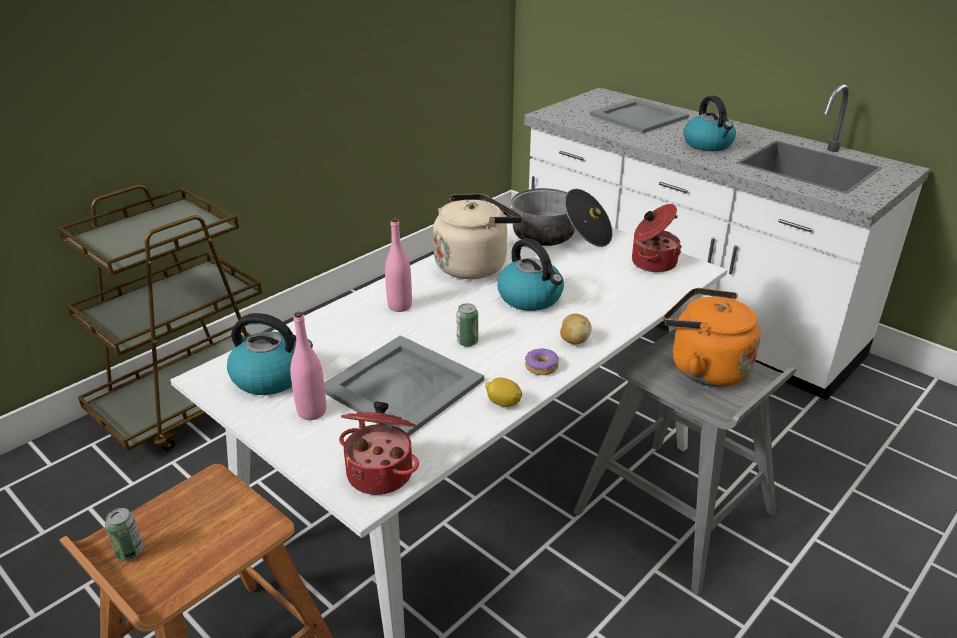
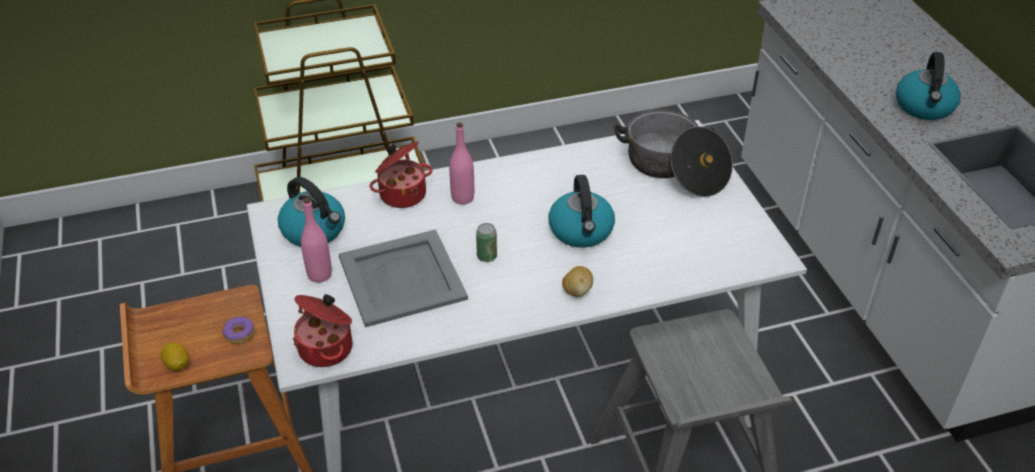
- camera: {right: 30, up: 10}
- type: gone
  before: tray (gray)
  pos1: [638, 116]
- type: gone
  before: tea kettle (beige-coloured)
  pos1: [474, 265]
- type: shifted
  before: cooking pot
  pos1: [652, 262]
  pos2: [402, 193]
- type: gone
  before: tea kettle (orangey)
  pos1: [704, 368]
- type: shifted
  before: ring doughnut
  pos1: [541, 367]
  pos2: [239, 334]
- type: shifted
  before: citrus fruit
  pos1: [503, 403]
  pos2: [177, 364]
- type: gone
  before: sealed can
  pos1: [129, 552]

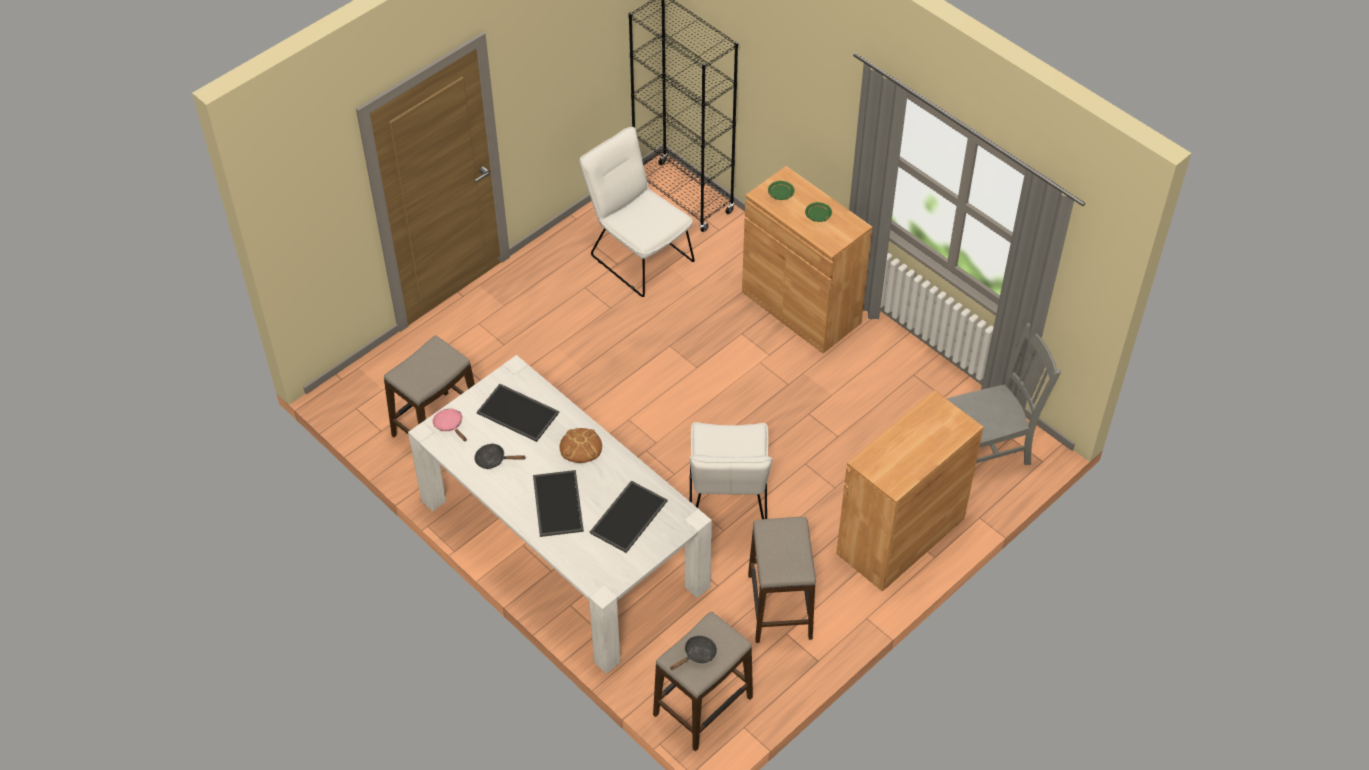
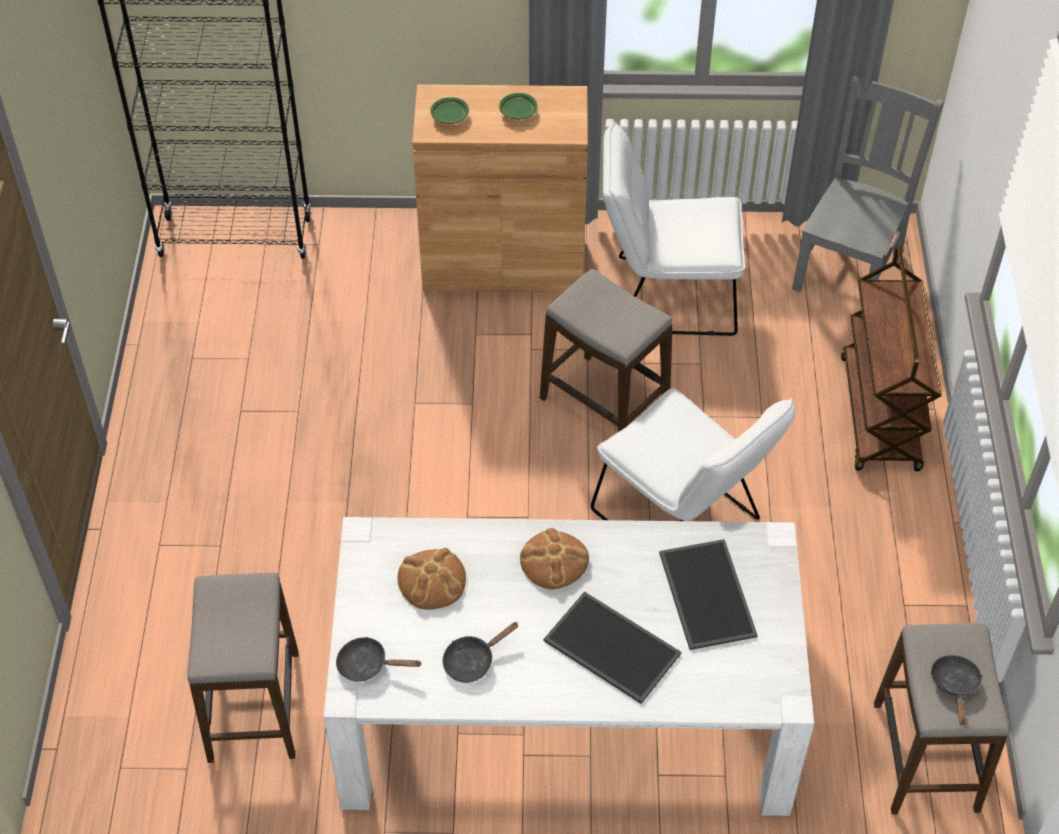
- camera: {right: -45, up: 0}
- type: shifted
  before: plain chair (white)
  pos1: [637, 254]
  pos2: [665, 295]
- type: swapped
  before: tray
  after: baked bread
  pos1: [519, 412]
  pos2: [432, 580]
- type: swapped
  before: cupboard (brown)
  after: cart (brown)
  pos1: [900, 536]
  pos2: [880, 414]
- type: repainted
  before: pan (pink)
  after: pan (blackish)
  pos1: [450, 425]
  pos2: [368, 665]
- type: shifted
  before: stool
  pos1: [780, 606]
  pos2: [604, 403]

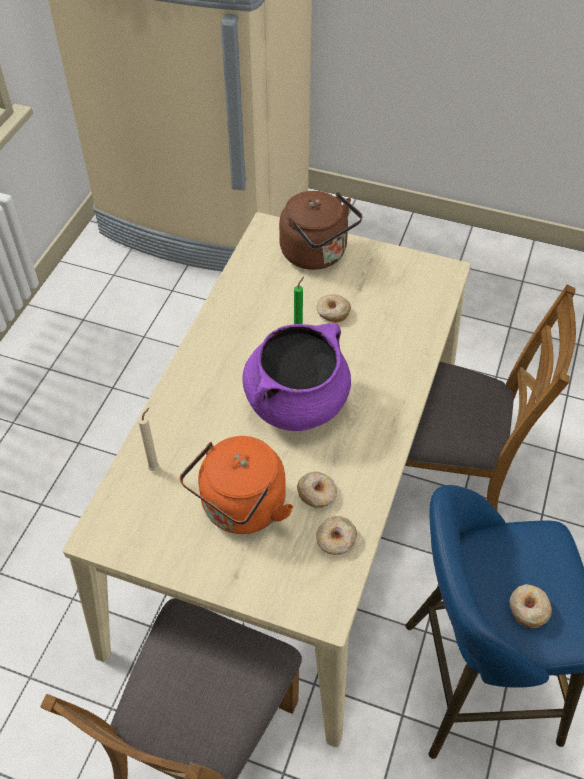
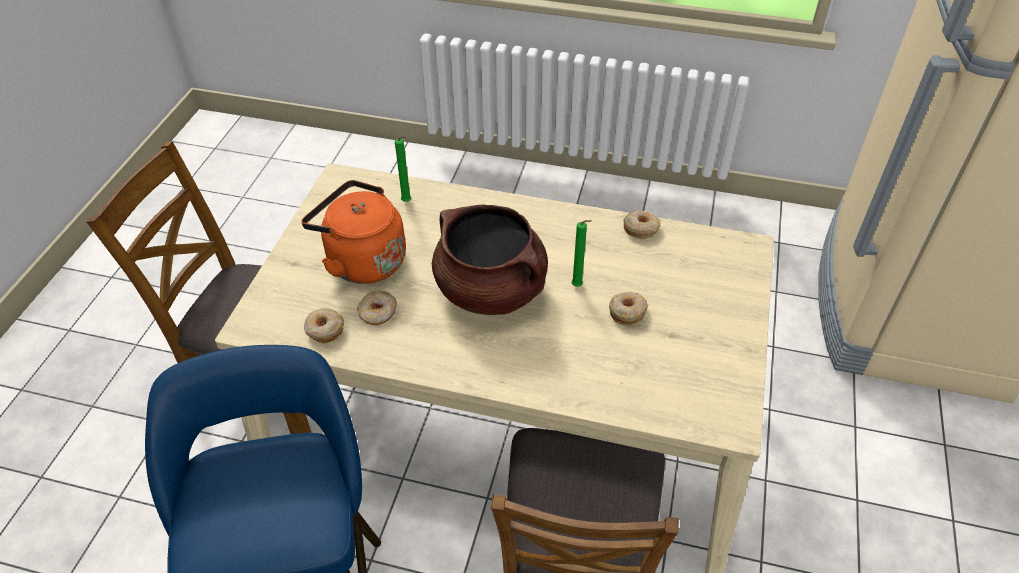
- camera: {right: 85, up: -5}
- type: gone
  before: tea kettle (brown)
  pos1: [317, 254]
- type: repainted
  before: cooking pot (purple)
  after: cooking pot (brown)
  pos1: [297, 402]
  pos2: [491, 290]
- type: repainted
  before: wax candle (beige-coloured)
  after: wax candle (green-coloured)
  pos1: [155, 467]
  pos2: [407, 202]
- type: shifted
  before: ring doughnut
  pos1: [528, 609]
  pos2: [641, 229]

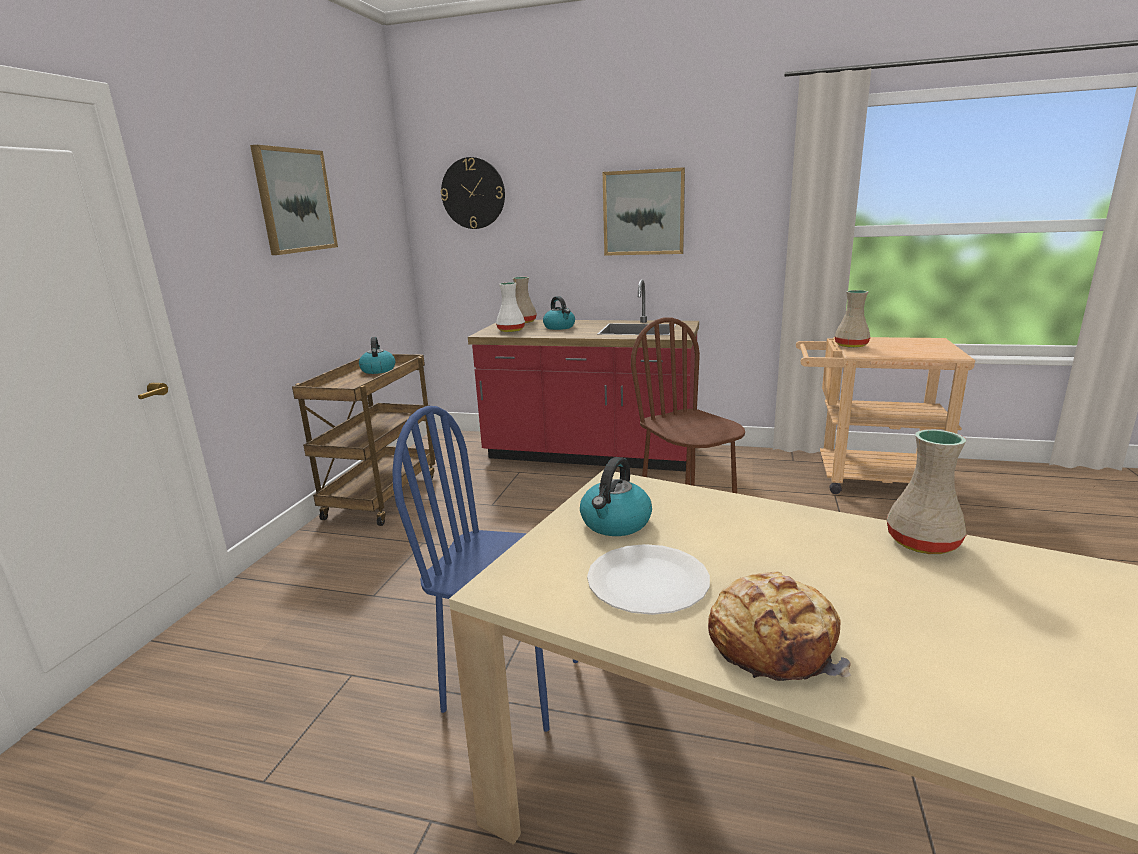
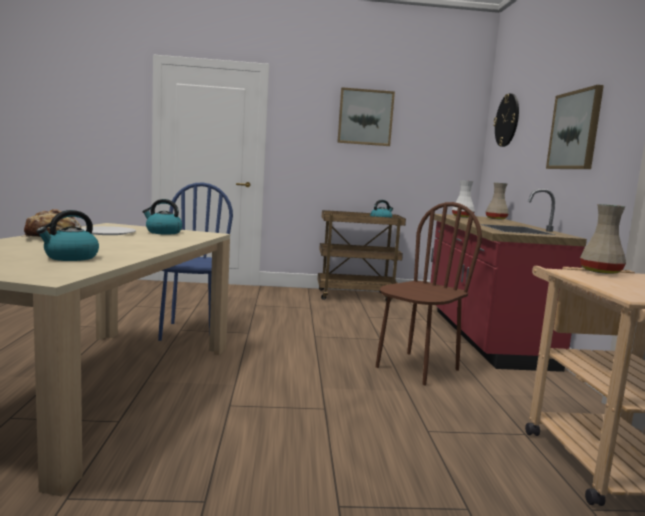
- camera: {right: 70, up: -10}
- type: shifted
  before: tea kettle
  pos1: [559, 327]
  pos2: [70, 257]
- type: gone
  before: vase (beige-coloured)
  pos1: [923, 542]

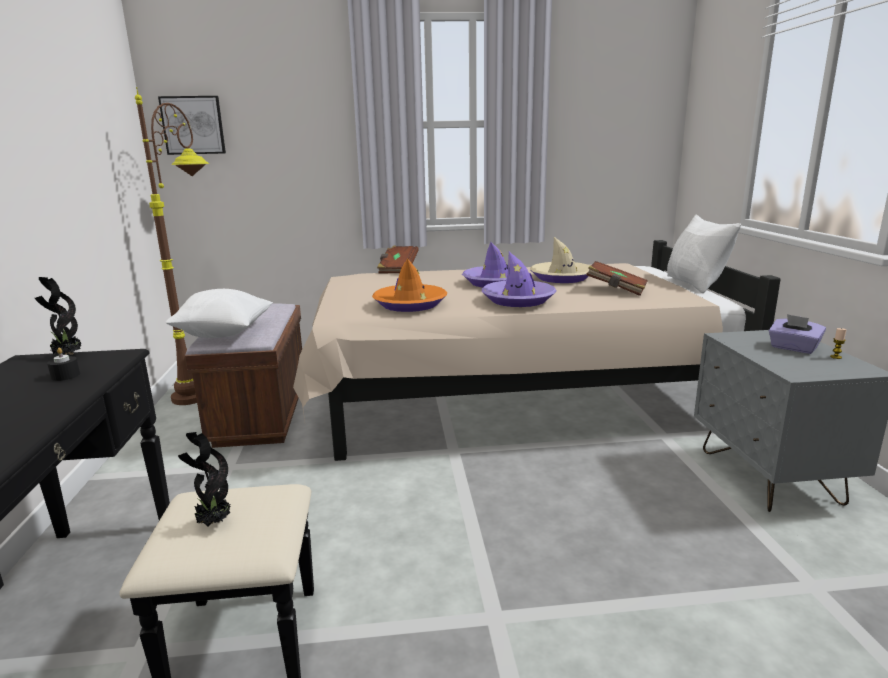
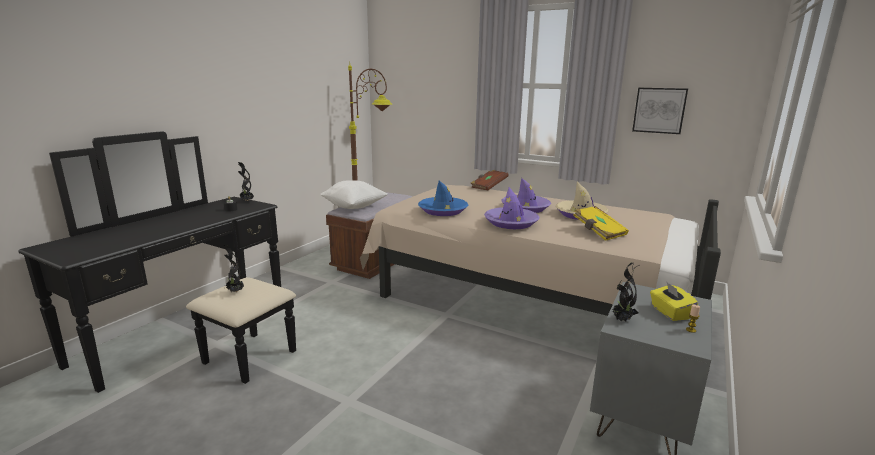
- camera: {right: 35, up: 0}
- type: shifted
  before: wall art
  pos1: [193, 125]
  pos2: [659, 110]
- type: gone
  before: cushion (white)
  pos1: [695, 284]
- type: repainted
  before: wearable hat (orangey)
  after: wearable hat (blue-coloured)
  pos1: [410, 304]
  pos2: [443, 211]
- type: repainted
  before: book (brown)
  after: book (yellow-coloured)
  pos1: [616, 290]
  pos2: [598, 232]
- type: repainted
  before: box of tissues (purple)
  after: box of tissues (yellow-coloured)
  pos1: [793, 348]
  pos2: [670, 313]
- type: new
  after: plant in a pot
  pos2: [622, 320]

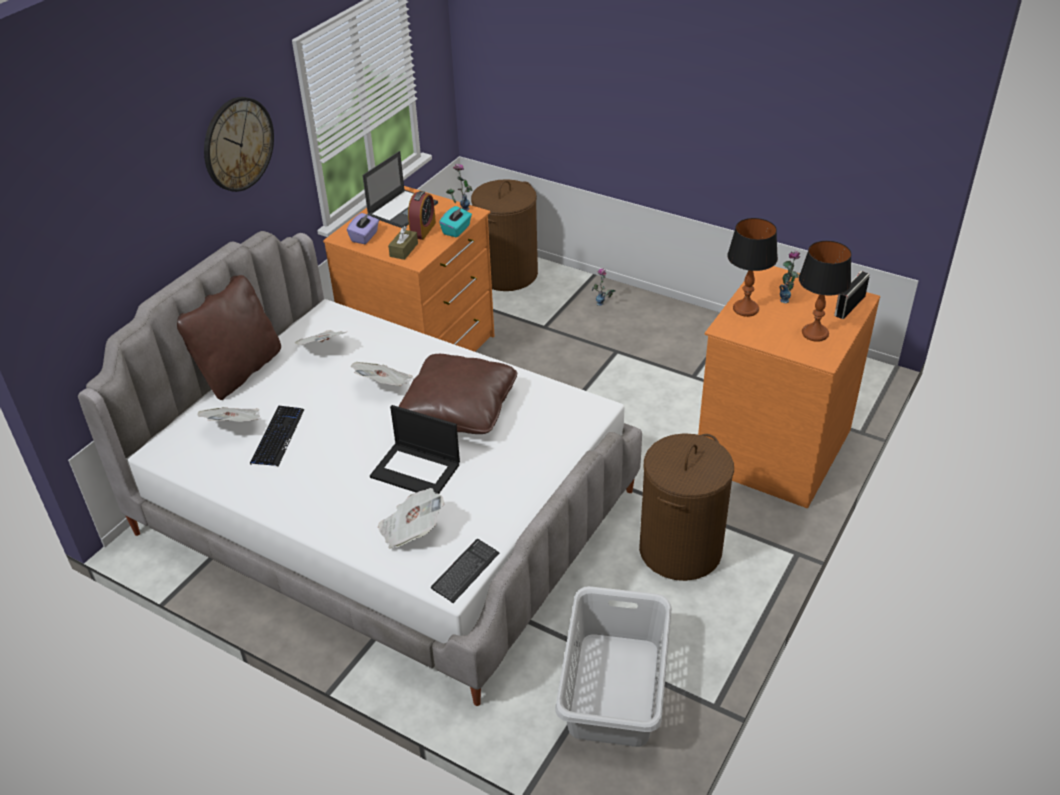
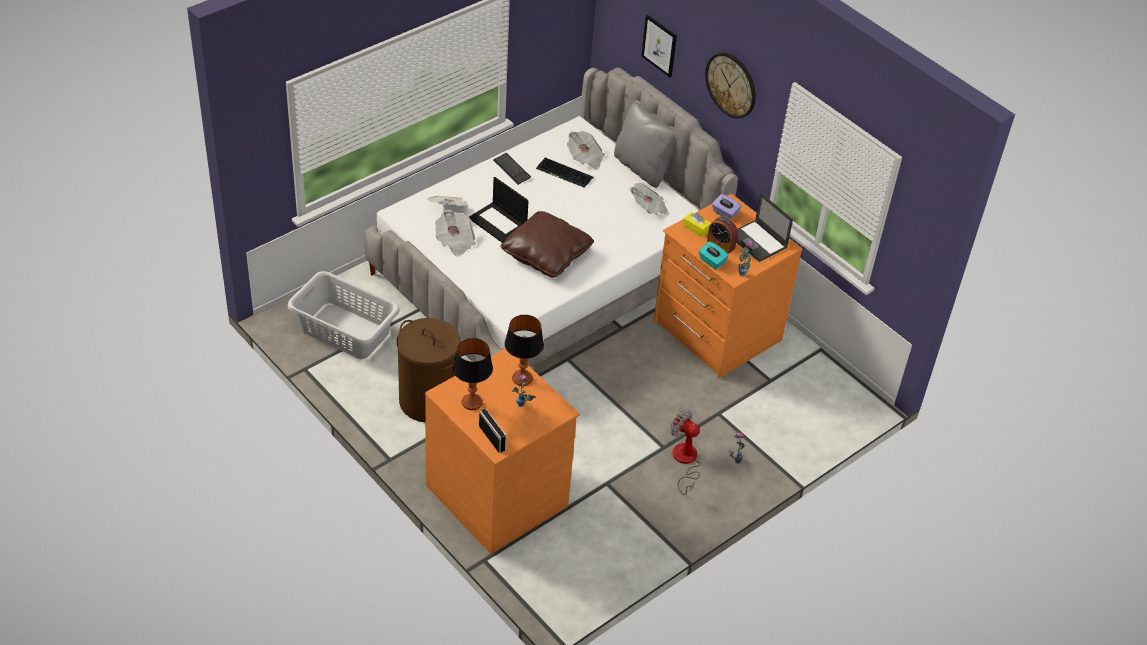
- camera: {right: 105, up: 5}
- type: gone
  before: laundry basket (brown)
  pos1: [507, 274]
- type: repainted
  before: box of tissues (brown)
  after: box of tissues (yellow-coloured)
  pos1: [404, 250]
  pos2: [696, 228]
- type: repainted
  before: cushion (brown)
  after: cushion (gray)
  pos1: [239, 371]
  pos2: [642, 168]
- type: shifted
  before: daily paper
  pos1: [384, 385]
  pos2: [455, 241]
- type: rotated
  before: notebook computer
  pos1: [417, 470]
  pos2: [498, 222]
  turn: -90
- type: shifted
  before: keyboard
  pos1: [465, 571]
  pos2: [512, 169]
- type: new
  after: wall art
  pos2: [659, 45]
- type: new
  after: electric fan
  pos2: [685, 461]

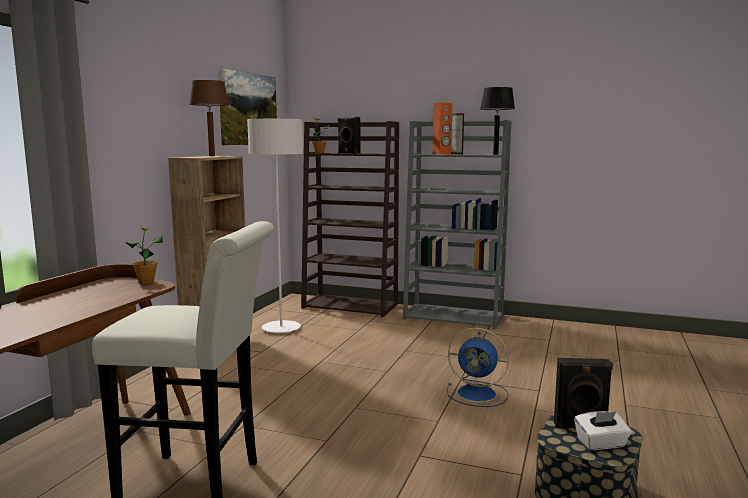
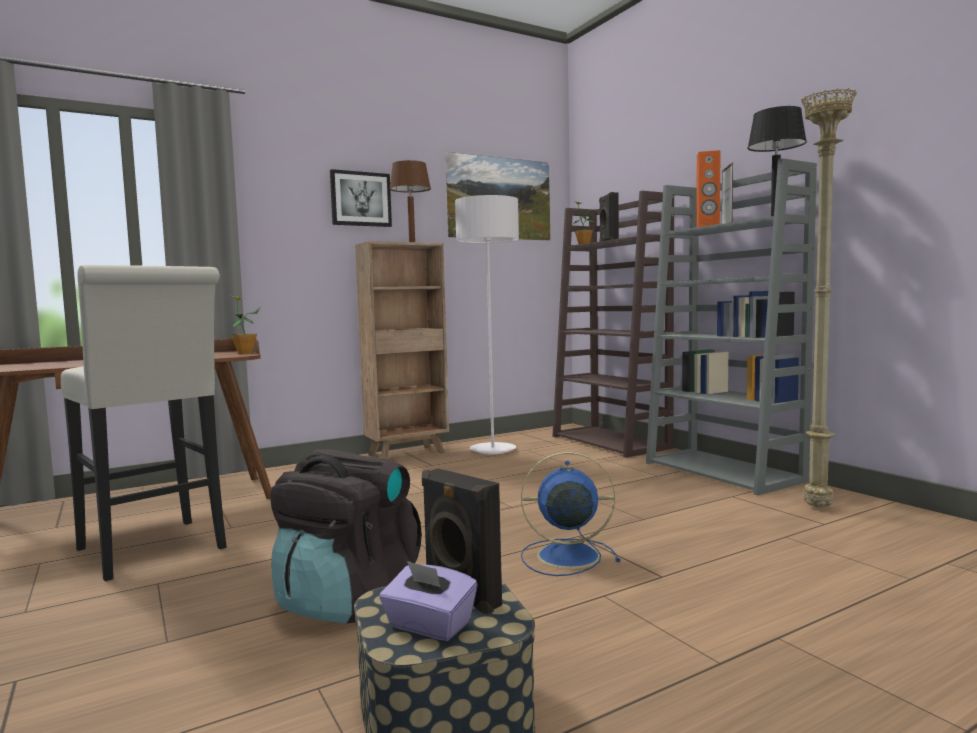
- camera: {right: 40, up: -5}
- type: rotated
  before: electric fan (blue-coloured)
  pos1: [478, 394]
  pos2: [565, 556]
  turn: 120
- type: repainted
  before: box of tissues (white)
  after: box of tissues (purple)
  pos1: [601, 444]
  pos2: [429, 626]
- type: new
  after: standard lamp (beige-coloured)
  pos2: [818, 508]
- type: new
  after: wall art
  pos2: [360, 199]
- type: new
  after: rucksack (blackish)
  pos2: [347, 599]

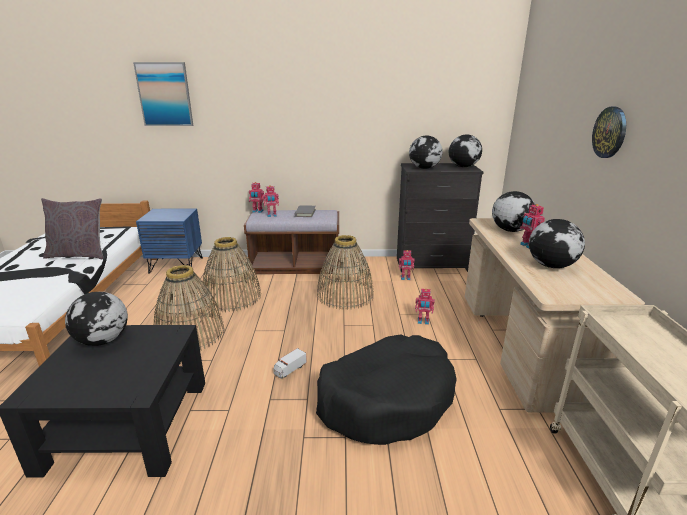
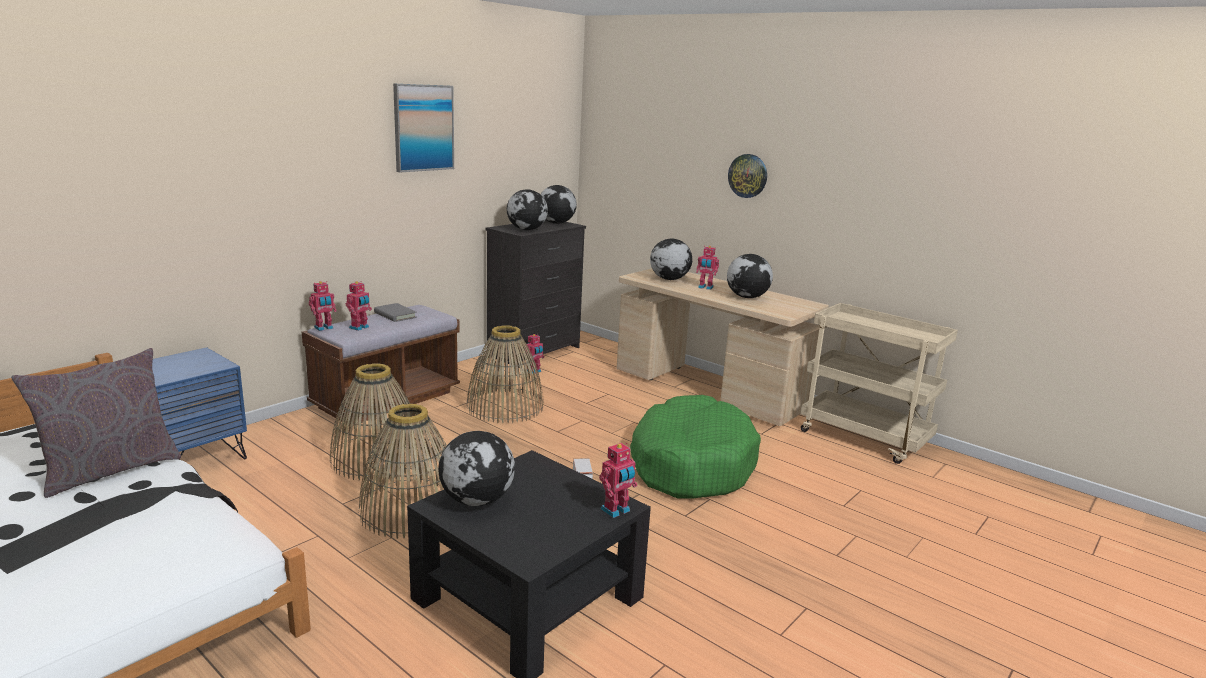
- camera: {right: -50, up: -5}
- type: shifted
  before: wall art
  pos1: [165, 94]
  pos2: [423, 128]
- type: shifted
  before: model robot
  pos1: [423, 322]
  pos2: [616, 511]
- type: repainted
  before: pet bed (blackish)
  after: pet bed (green-coloured)
  pos1: [386, 399]
  pos2: [691, 464]

